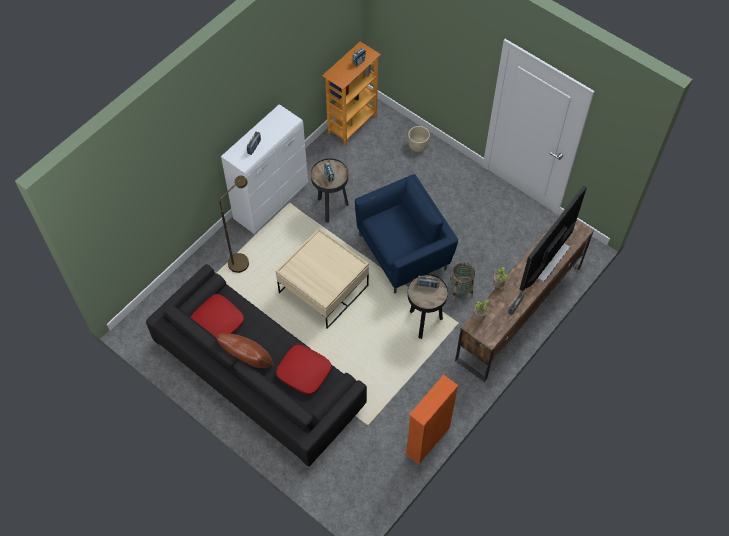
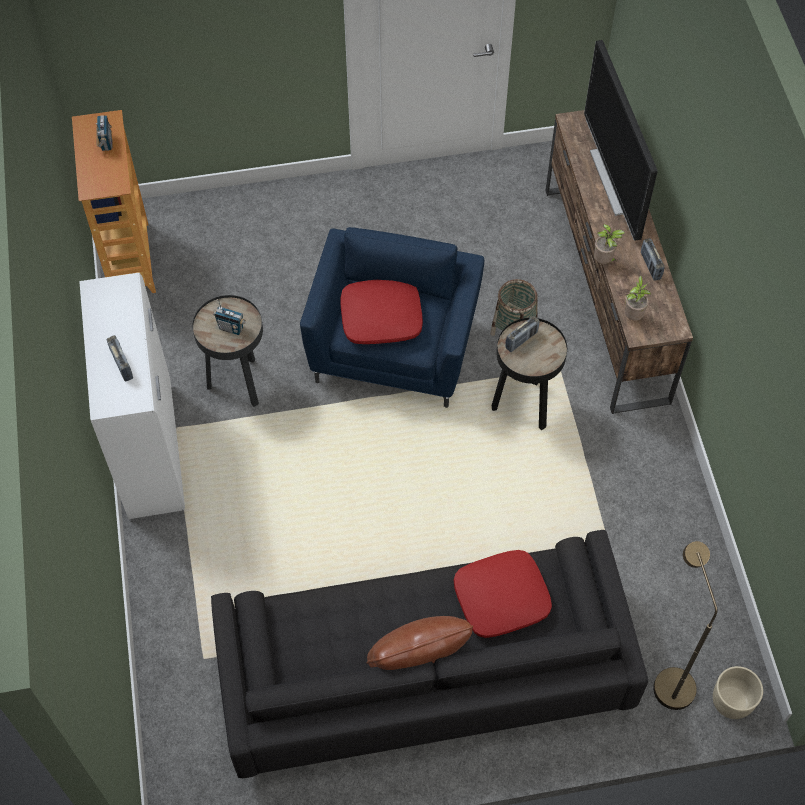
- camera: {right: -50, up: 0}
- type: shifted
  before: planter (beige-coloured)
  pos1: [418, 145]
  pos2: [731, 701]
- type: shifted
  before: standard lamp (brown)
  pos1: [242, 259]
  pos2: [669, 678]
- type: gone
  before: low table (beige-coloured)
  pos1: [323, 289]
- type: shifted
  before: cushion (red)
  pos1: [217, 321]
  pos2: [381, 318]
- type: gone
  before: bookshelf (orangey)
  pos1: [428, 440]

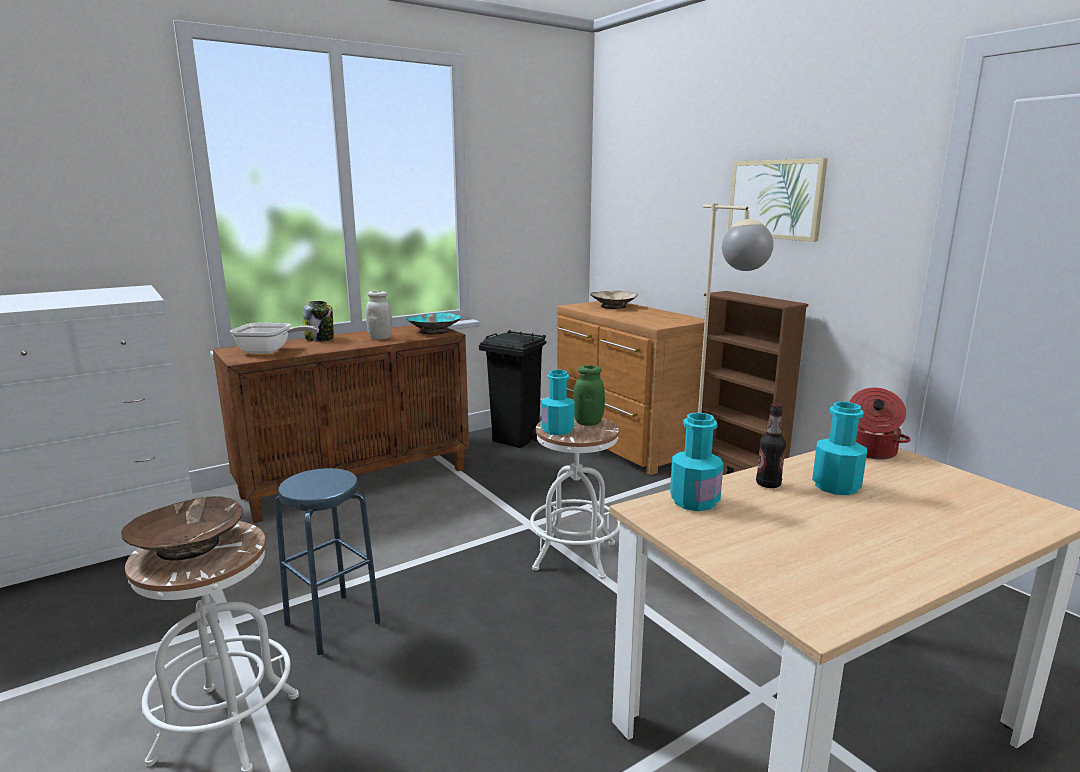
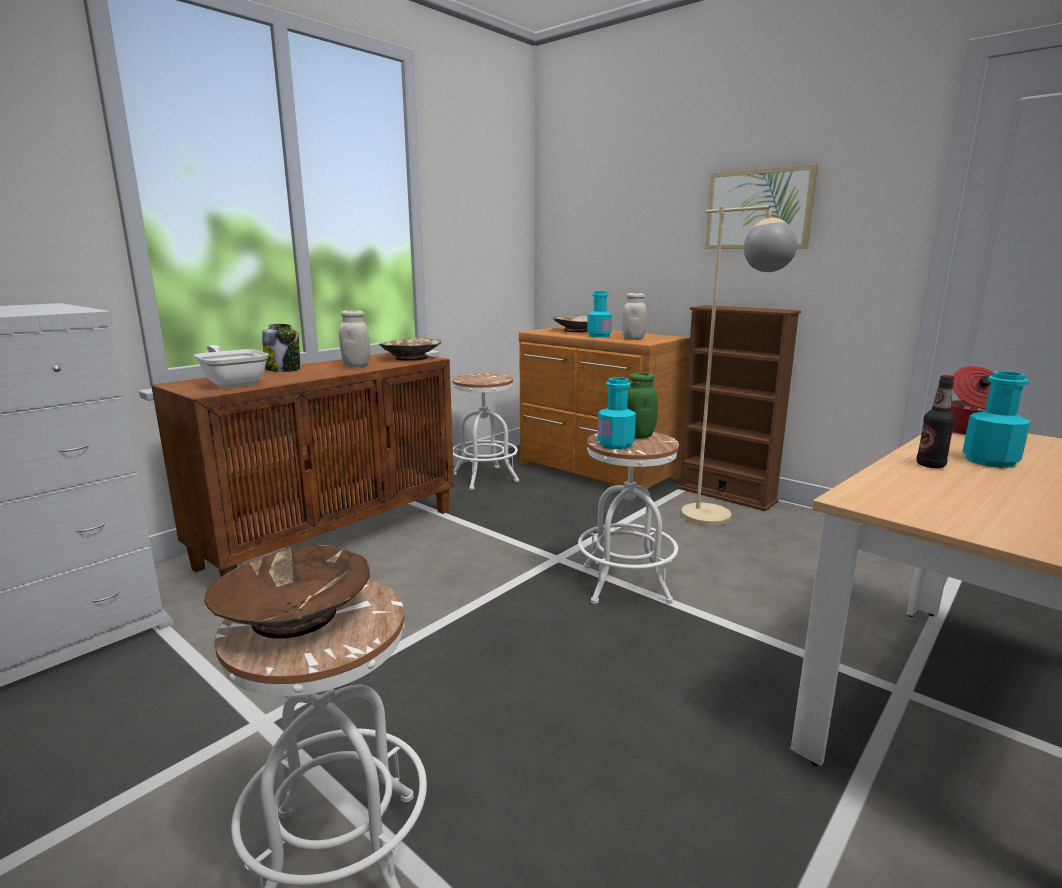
- camera: {right: -15, up: 0}
- type: repainted
  before: serving bowl (turquoise-coloured)
  after: serving bowl (beige-coloured)
  pos1: [434, 331]
  pos2: [411, 358]
- type: rotated
  before: pan
  pos1: [269, 351]
  pos2: [233, 383]
  turn: -120
- type: swapped
  before: rubbish bin (blackish)
  after: stool (white)
  pos1: [516, 440]
  pos2: [484, 478]
- type: shifted
  before: drink bottle (turquoise-coloured)
  pos1: [694, 501]
  pos2: [599, 336]
- type: gone
  before: stool (blue-coloured)
  pos1: [333, 623]
- type: new
  after: jar (white)
  pos2: [633, 339]

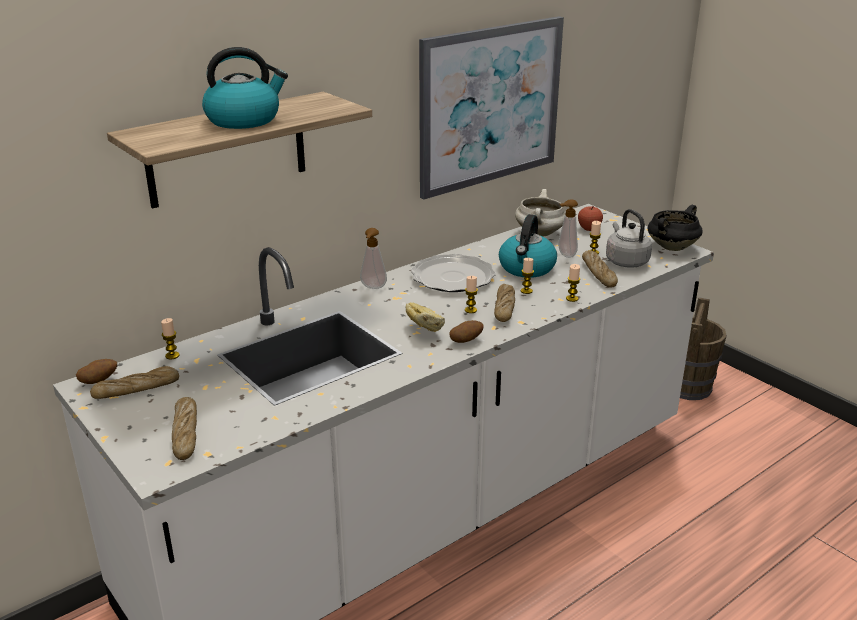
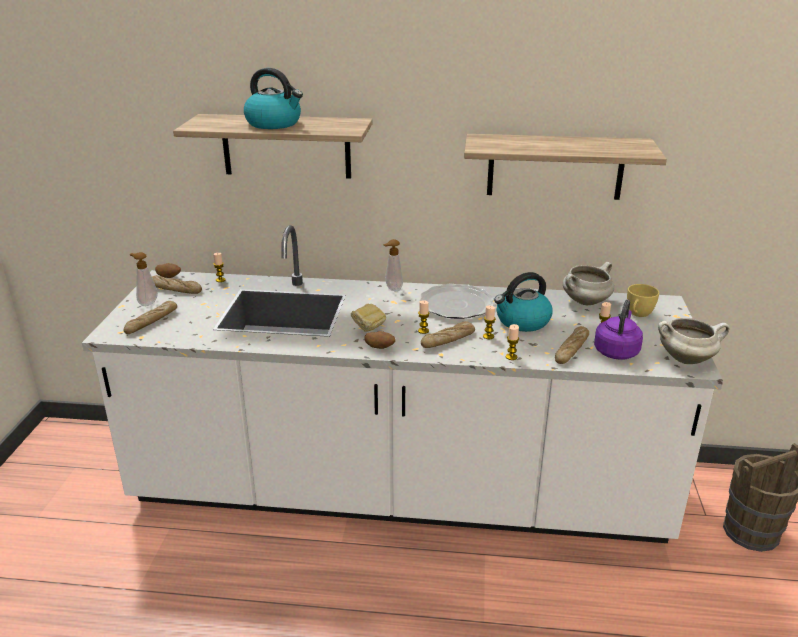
- camera: {right: 45, up: 0}
- type: swapped
  before: wall art
  after: shelf
  pos1: [490, 105]
  pos2: [555, 166]
- type: shifted
  before: liquid soap bottle
  pos1: [565, 255]
  pos2: [147, 303]
- type: repainted
  before: cooking pot (blackish)
  after: cooking pot (white)
  pos1: [672, 247]
  pos2: [686, 359]
- type: swapped
  before: apple
  after: cup (yellow-coloured)
  pos1: [589, 228]
  pos2: [638, 314]
- type: repainted
  before: tea kettle (gray)
  after: tea kettle (purple)
  pos1: [625, 261]
  pos2: [616, 351]

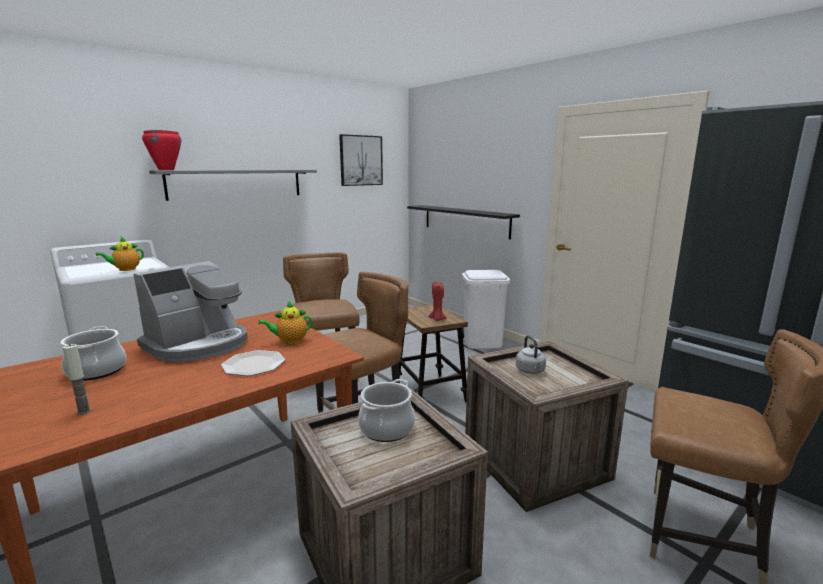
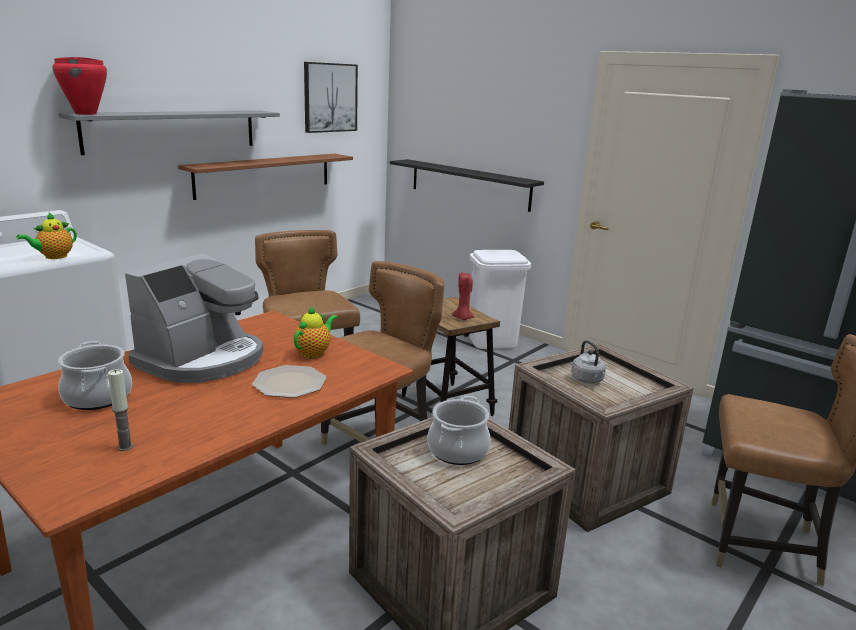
- camera: {right: -10, up: 5}
- type: rotated
  before: pot for tea
  pos1: [289, 341]
  pos2: [314, 352]
  turn: 150
- type: new
  after: shelf (brown)
  pos2: [264, 175]

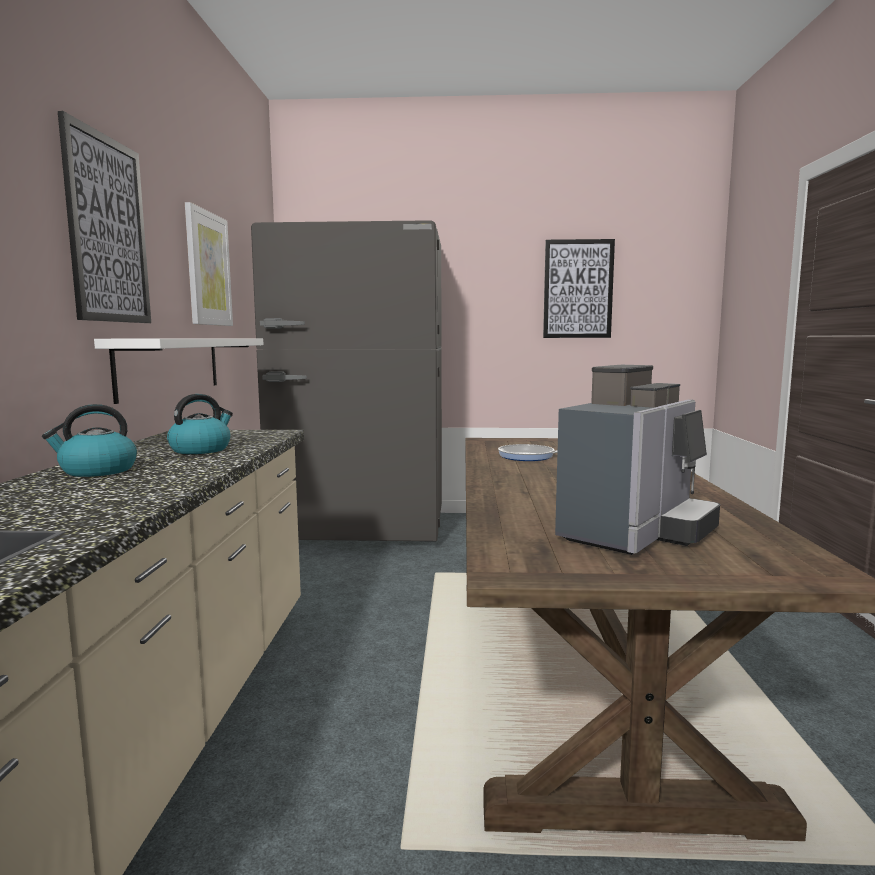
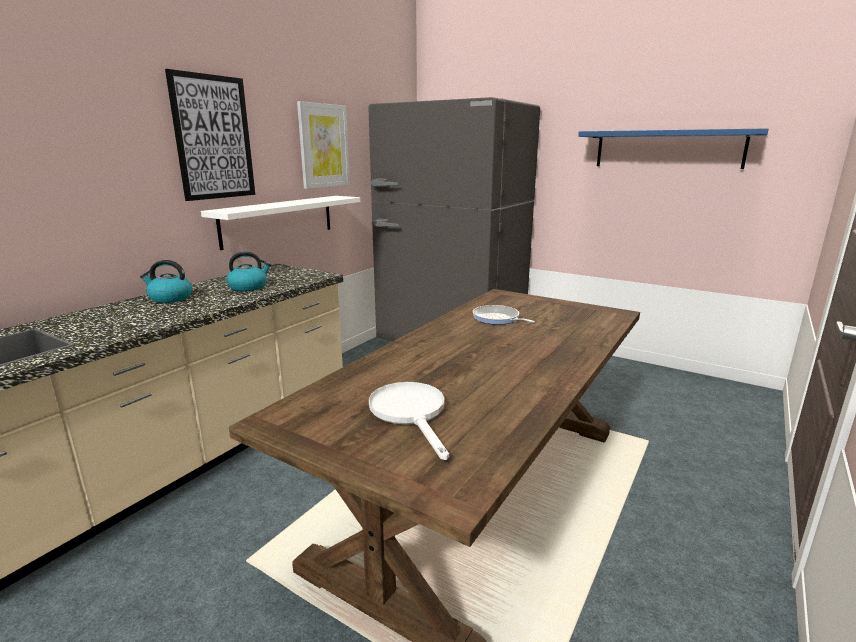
- camera: {right: 30, up: 10}
- type: swapped
  before: wall art
  after: shelf (blue-coloured)
  pos1: [578, 289]
  pos2: [668, 149]
- type: swapped
  before: coffee machine
  after: pan (white)
  pos1: [636, 532]
  pos2: [411, 413]

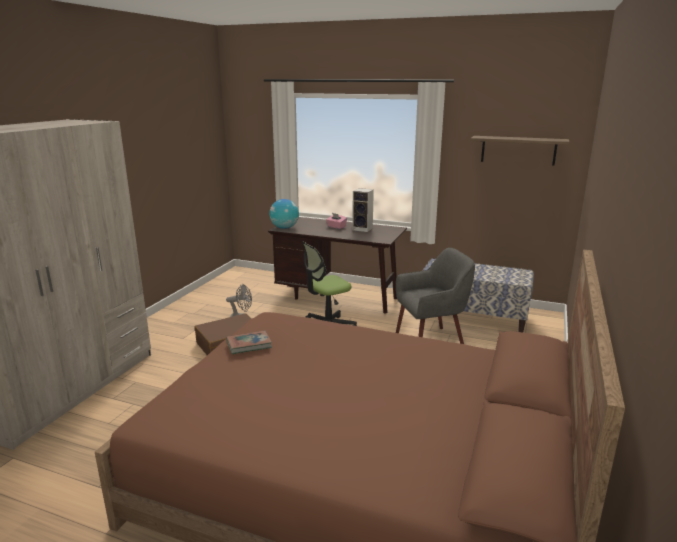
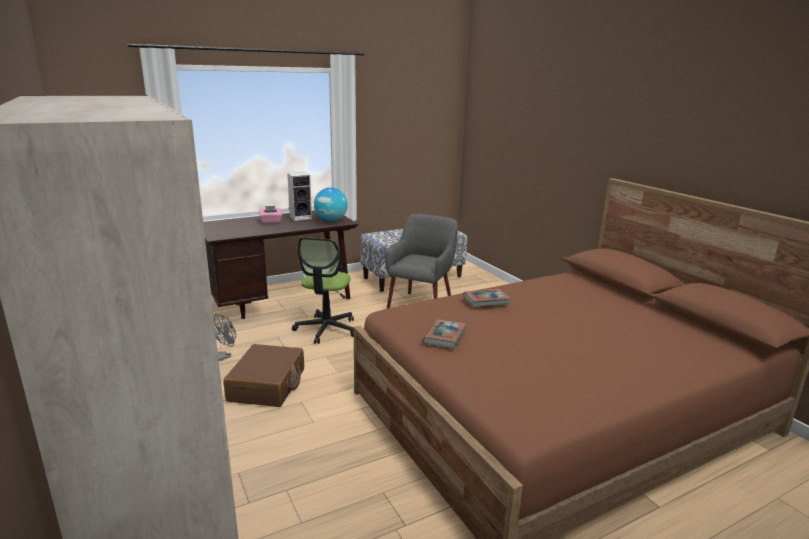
- camera: {right: -50, up: 0}
- type: gone
  before: shelf
  pos1: [518, 150]
- type: shifted
  before: world globe
  pos1: [284, 228]
  pos2: [331, 220]
- type: new
  after: book
  pos2: [486, 300]

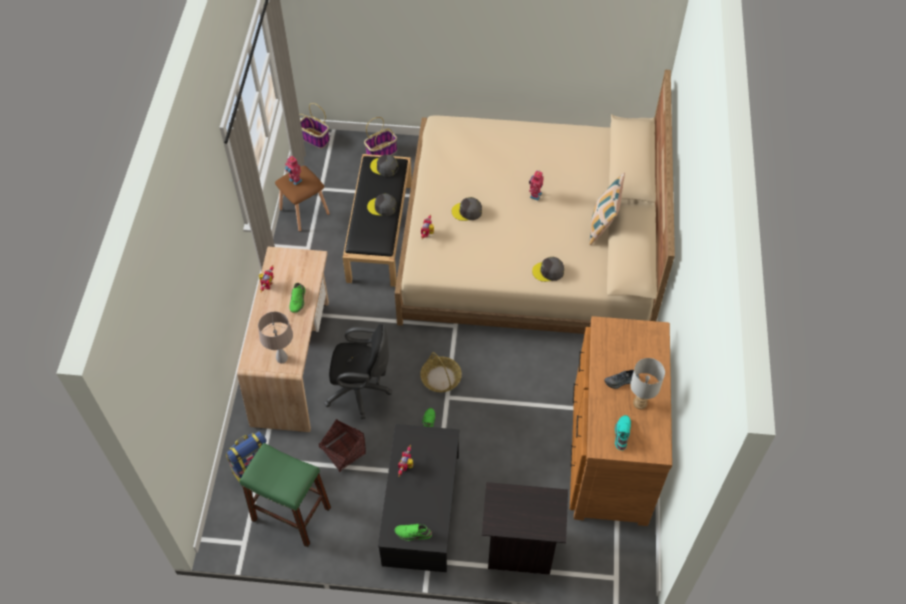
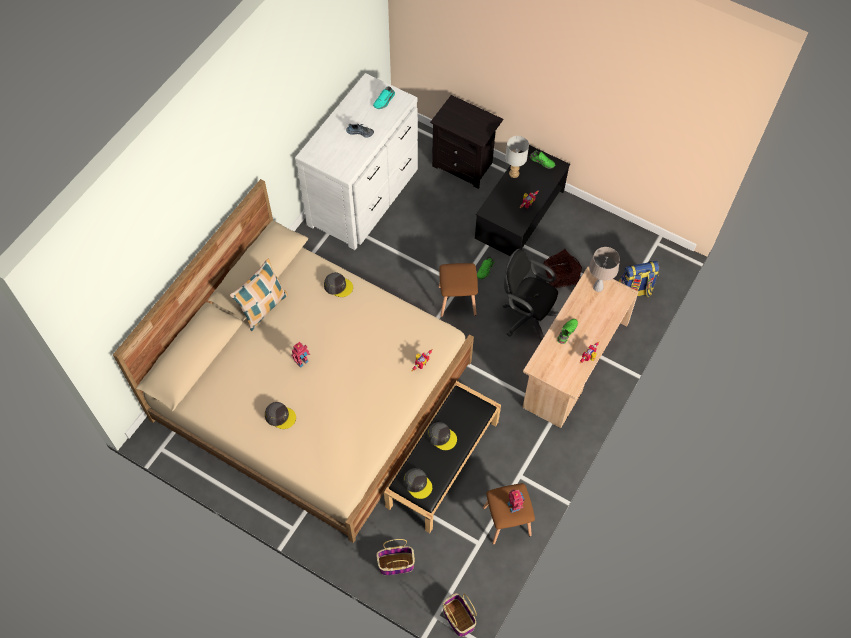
- camera: {right: -155, up: 5}
- type: shifted
  before: cap (gray)
  pos1: [467, 211]
  pos2: [280, 416]
- type: repainted
  before: drawer chest (brown)
  after: drawer chest (white)
  pos1: [608, 454]
  pos2: [365, 196]
- type: swapped
  before: basket
  after: stool (brown)
  pos1: [440, 378]
  pos2: [457, 301]
- type: shifted
  before: table lamp (gray)
  pos1: [639, 403]
  pos2: [514, 174]
- type: gone
  before: stool (green-coloured)
  pos1: [291, 513]

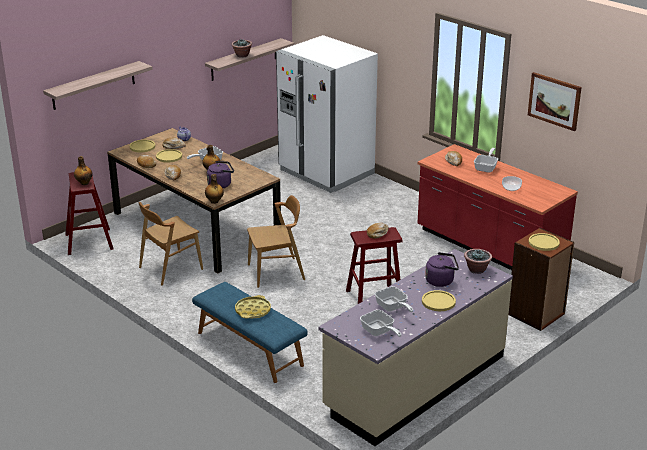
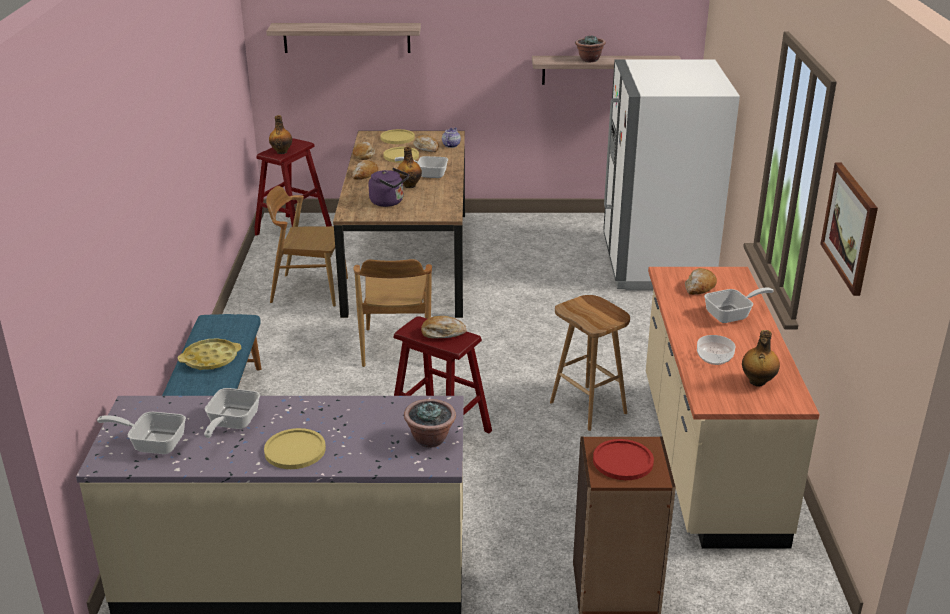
- camera: {right: 45, up: 0}
- type: repainted
  before: counter (red)
  after: counter (beige-coloured)
  pos1: [489, 249]
  pos2: [707, 458]
- type: shifted
  before: drink bottle
  pos1: [214, 201]
  pos2: [757, 382]
- type: rotated
  before: plain chair (brown)
  pos1: [276, 272]
  pos2: [396, 347]
  turn: 60
- type: repainted
  before: flat dish (yellow-coloured)
  after: flat dish (red)
  pos1: [543, 243]
  pos2: [623, 461]
- type: gone
  before: tea kettle (purple)
  pos1: [441, 281]
- type: rotated
  before: pan
  pos1: [379, 332]
  pos2: [153, 443]
  turn: 90
- type: new
  after: stool (brown)
  pos2: [589, 408]

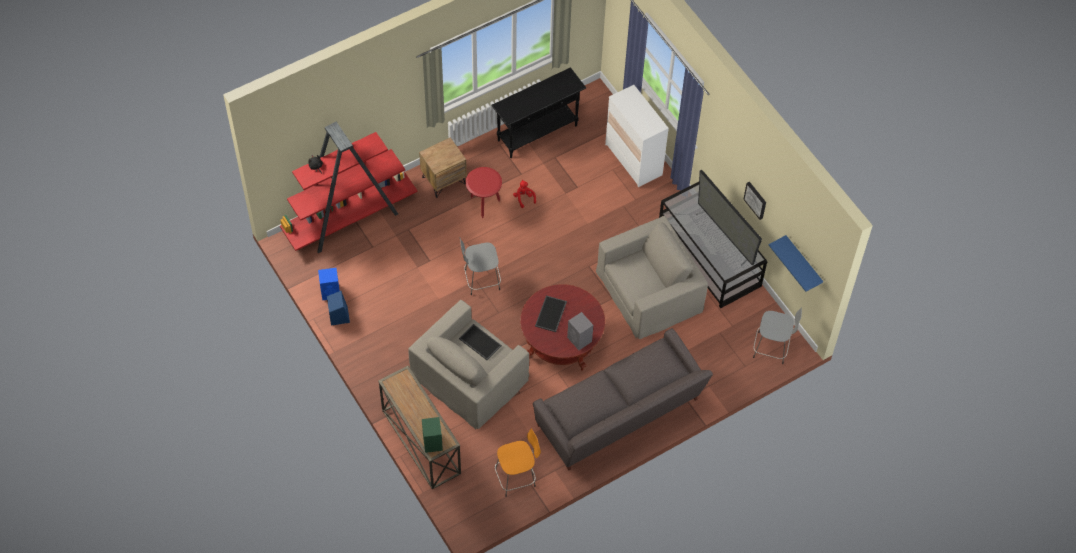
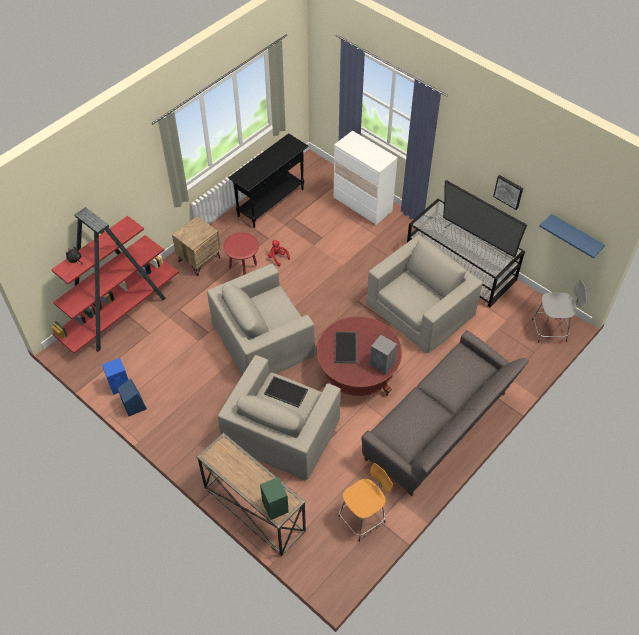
- camera: {right: -15, up: -5}
- type: swapped
  before: stool (gray)
  after: lounge chair (beige-coloured)
  pos1: [480, 280]
  pos2: [262, 337]

